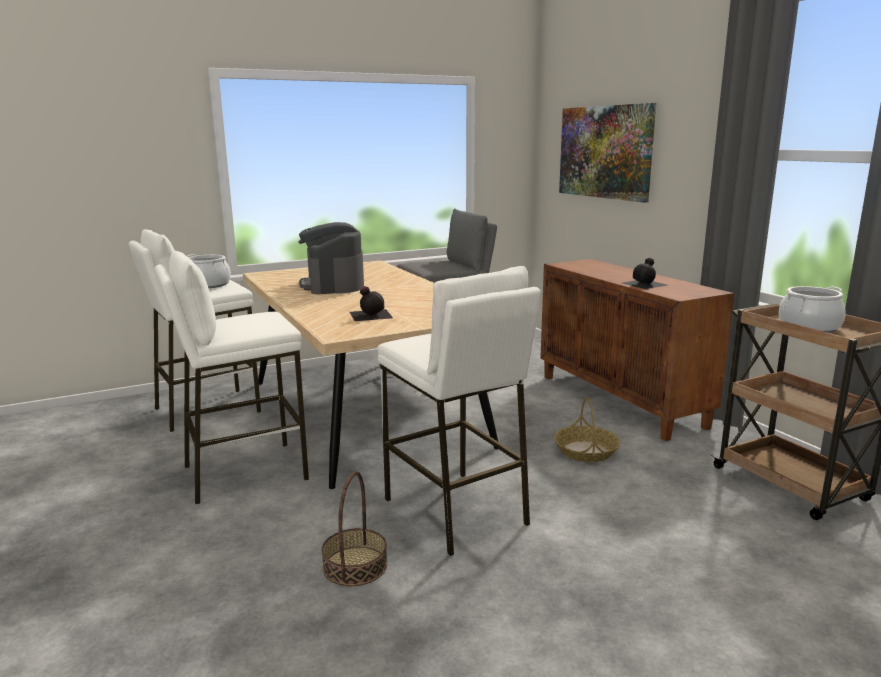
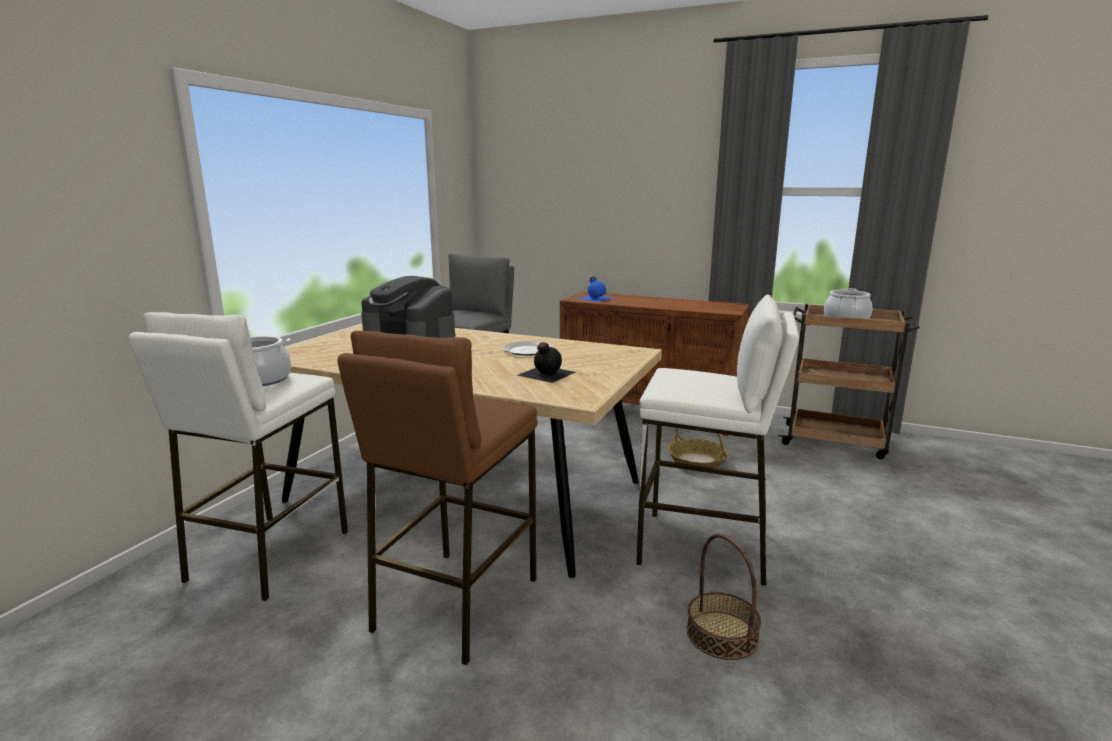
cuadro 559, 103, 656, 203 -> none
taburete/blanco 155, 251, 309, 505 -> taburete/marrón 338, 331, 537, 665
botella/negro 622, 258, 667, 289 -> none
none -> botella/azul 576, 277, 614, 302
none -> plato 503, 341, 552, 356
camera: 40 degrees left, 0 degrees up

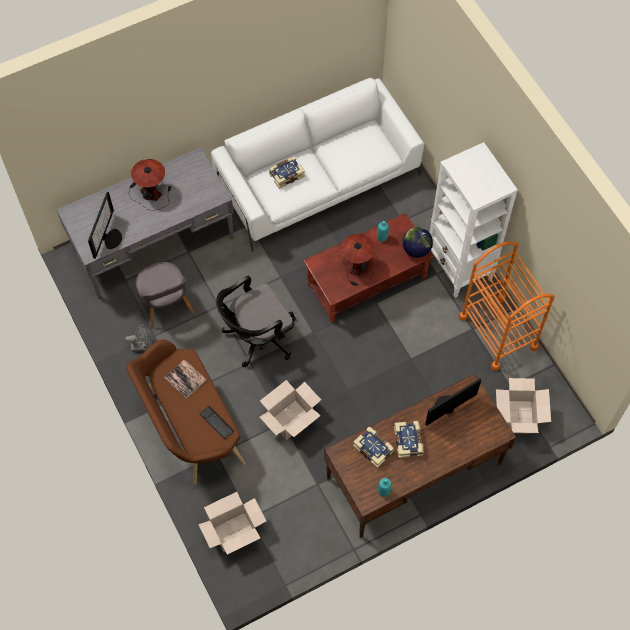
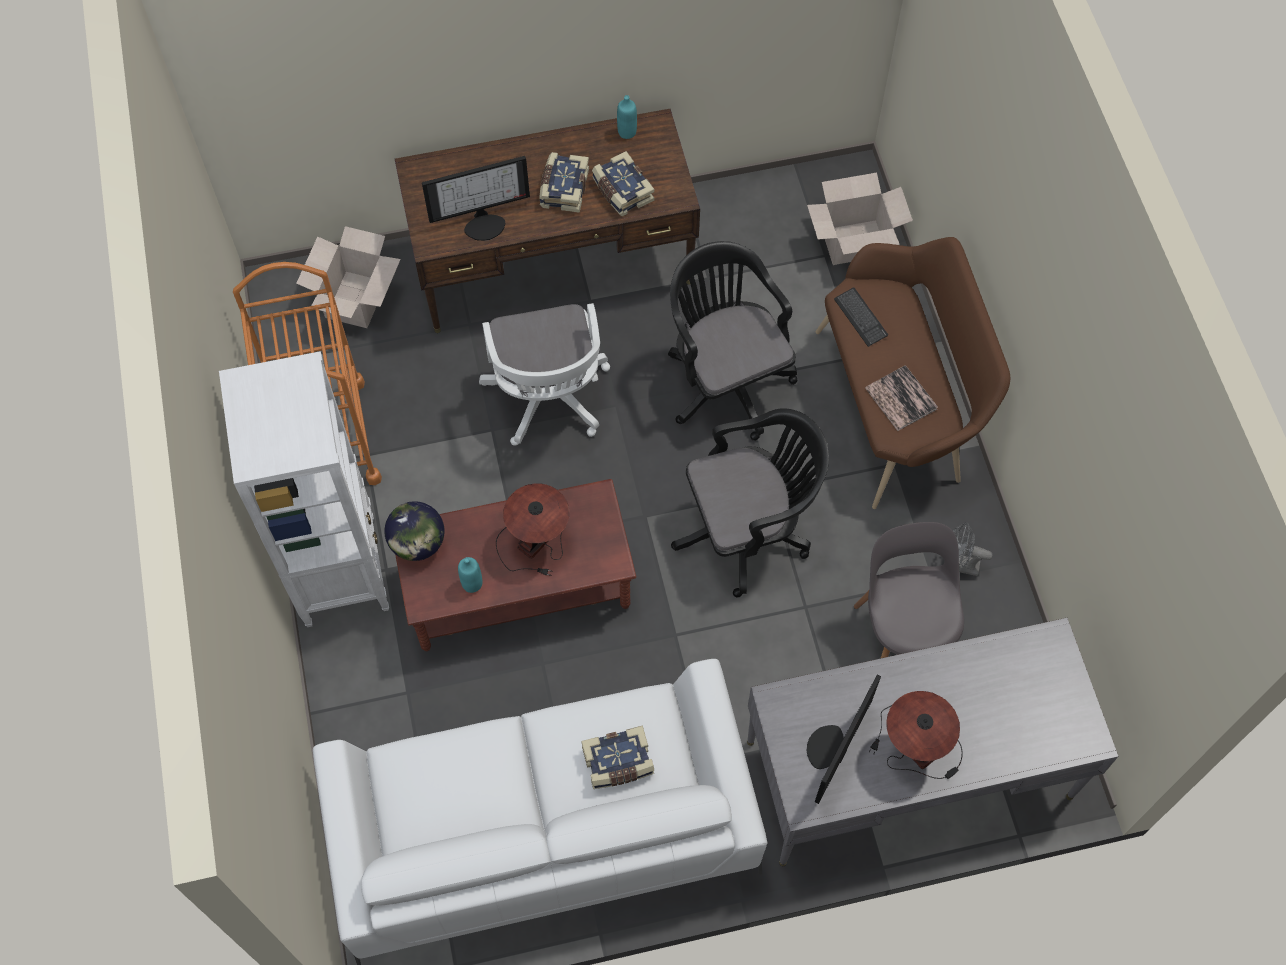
monitor 88, 192, 122, 259 -> monitor 807, 675, 881, 804, shifted
caja de cartón 260, 380, 321, 440 -> silla de oficina/negro 668, 241, 798, 441
none -> silla de oficina/blanco 479, 303, 610, 446
camera: 165 degrees left, 0 degrees up

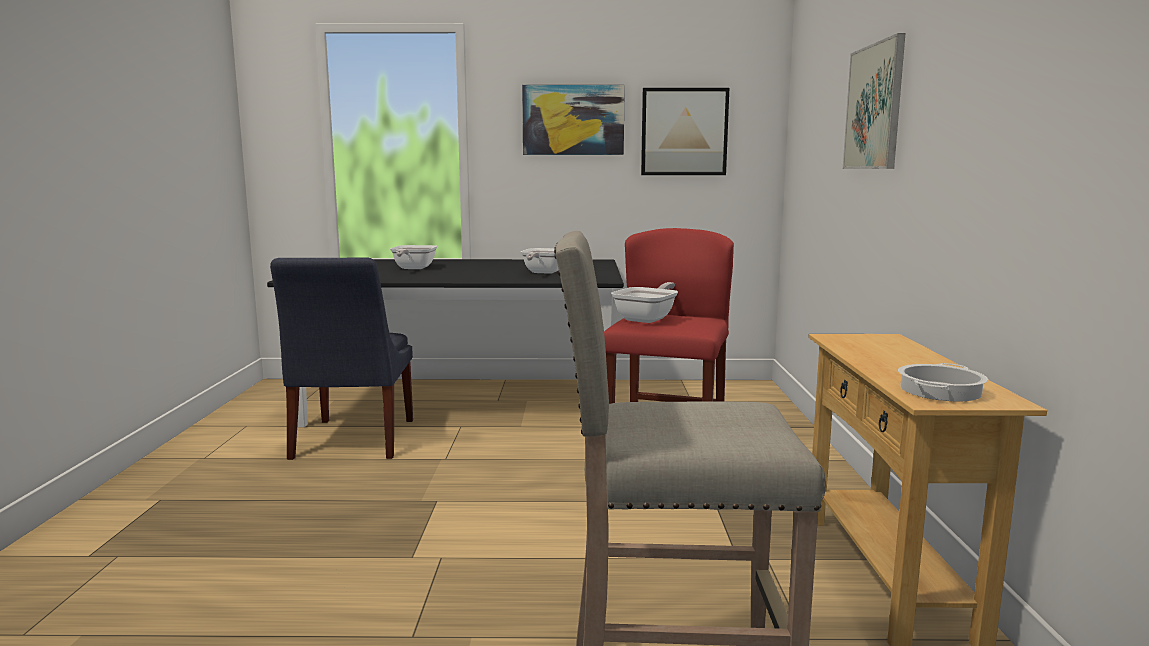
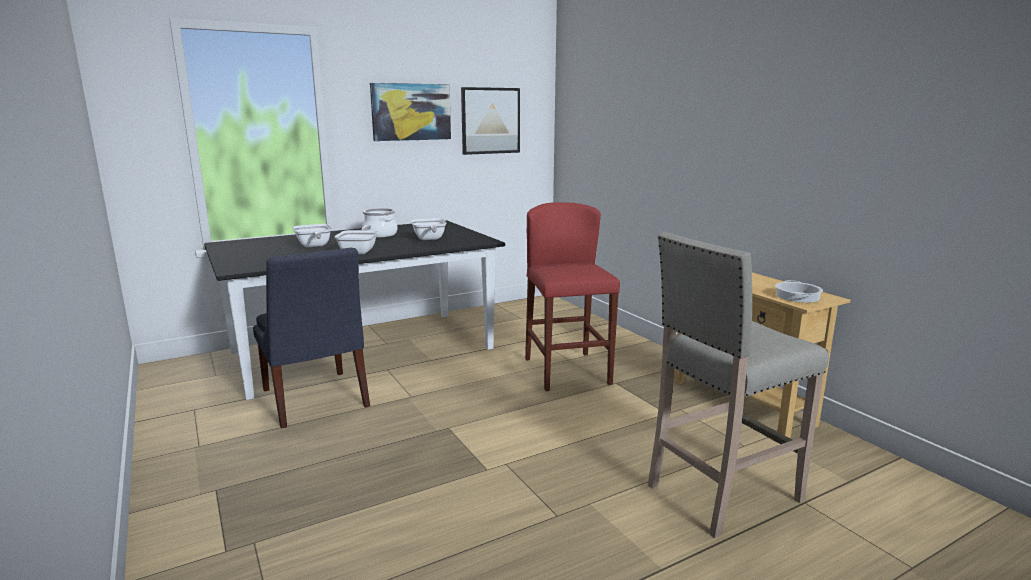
cuadro 843, 33, 905, 169 -> none
sartén 611, 282, 678, 323 -> sartén 335, 225, 378, 254, shifted
none -> olla 362, 208, 397, 238
camera: 30 degrees left, 5 degrees up

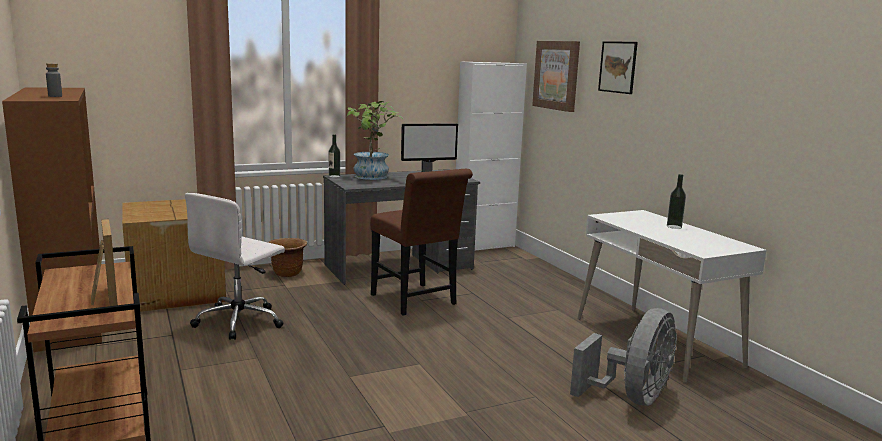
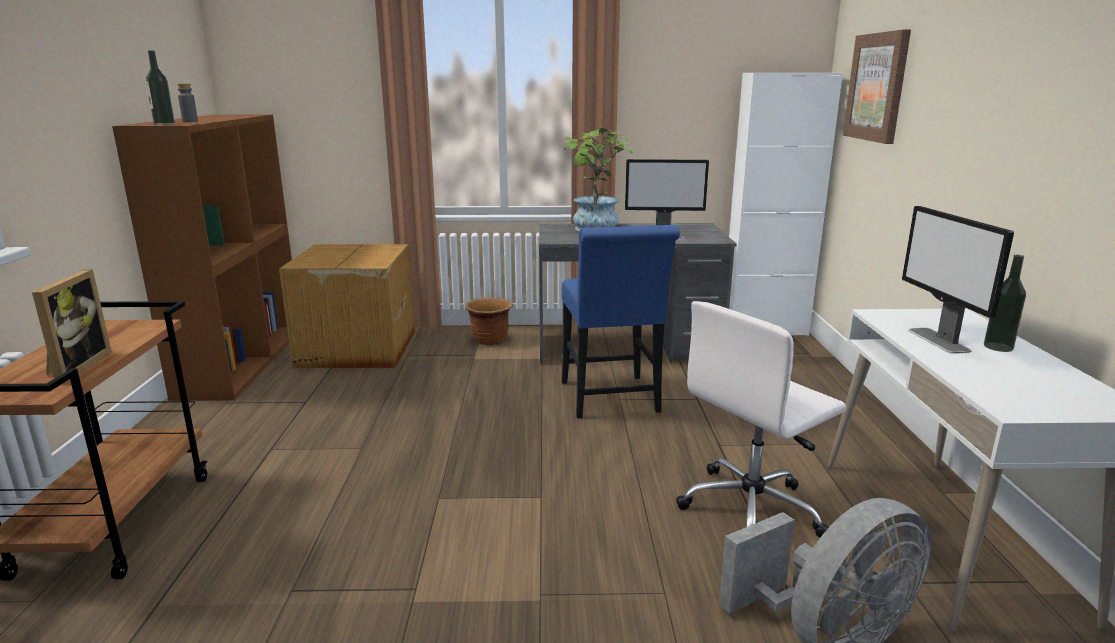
cuadro 598, 41, 638, 94 -> none
botella 329, 135, 340, 178 -> botella 146, 50, 175, 125, shifted
silla/marrón 370, 169, 473, 316 -> silla/azul 562, 225, 680, 418
silla de oficina/blanco 185, 193, 285, 340 -> silla de oficina/blanco 676, 301, 846, 538, shifted
none -> monitor 902, 206, 1014, 354
camera: 25 degrees right, 5 degrees up

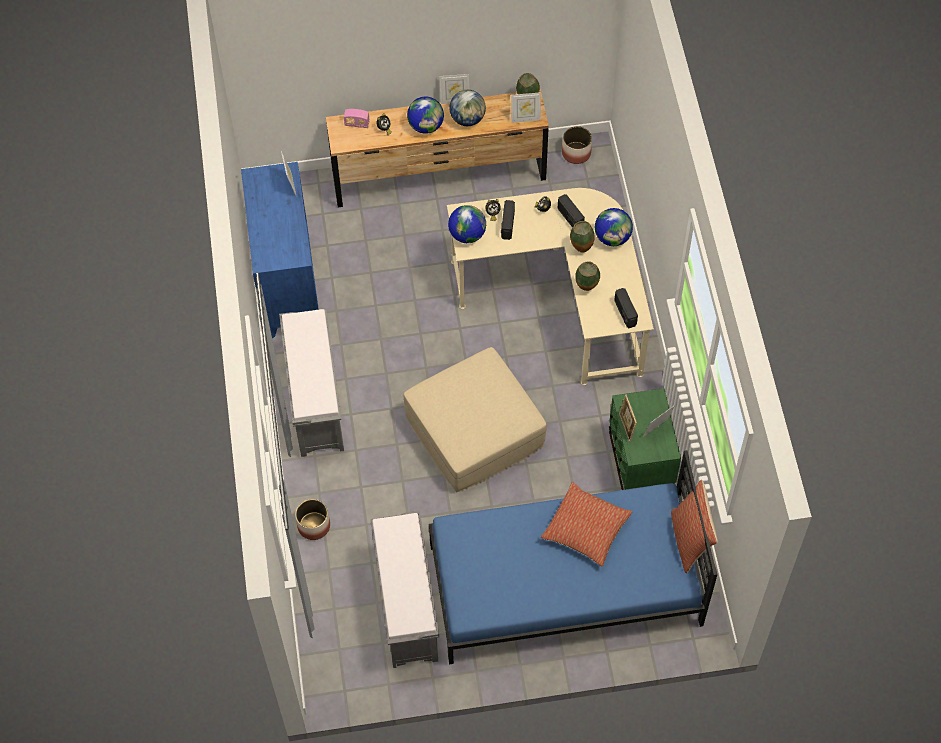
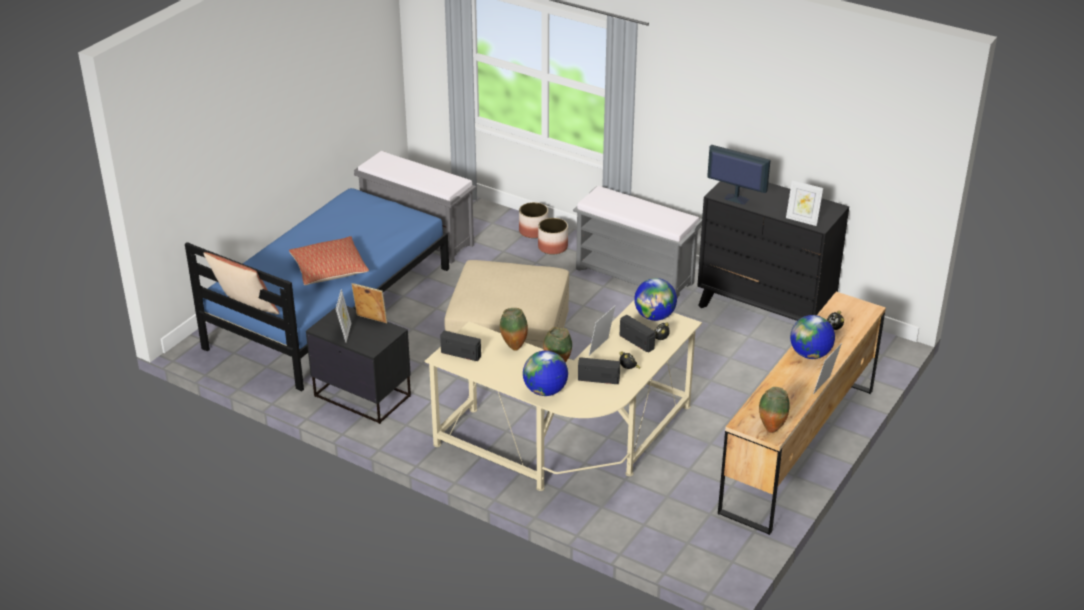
globo terráqueo 449, 90, 486, 126 -> none
portarretratos 511, 92, 541, 123 -> portarretratos 589, 306, 615, 355, shifted
radio 344, 109, 370, 128 -> none
maceta 562, 126, 592, 164 -> maceta 538, 218, 568, 254, shifted
cómoda/azul 241, 162, 319, 339 -> cómoda/negro 697, 181, 849, 321
mesita de noche/verde 609, 388, 681, 490 -> mesita de noche/negro 306, 306, 411, 424
none -> monitor 707, 145, 771, 204
camera: 130 degrees right, 25 degrees down

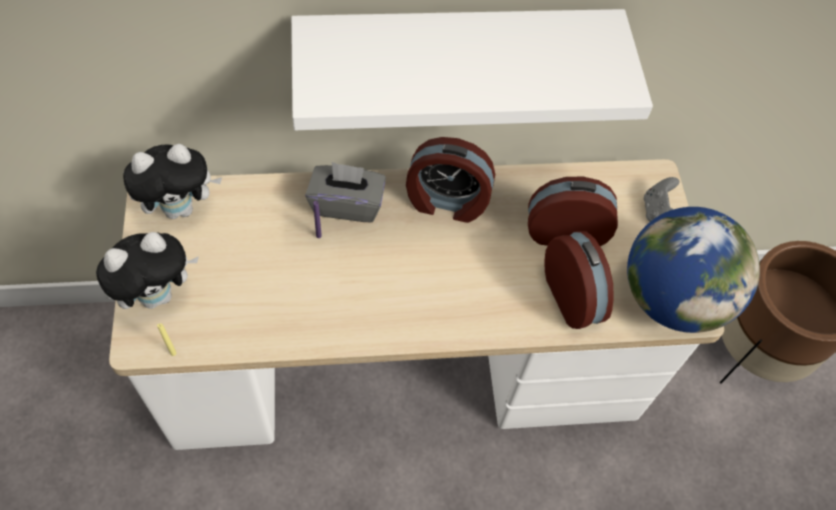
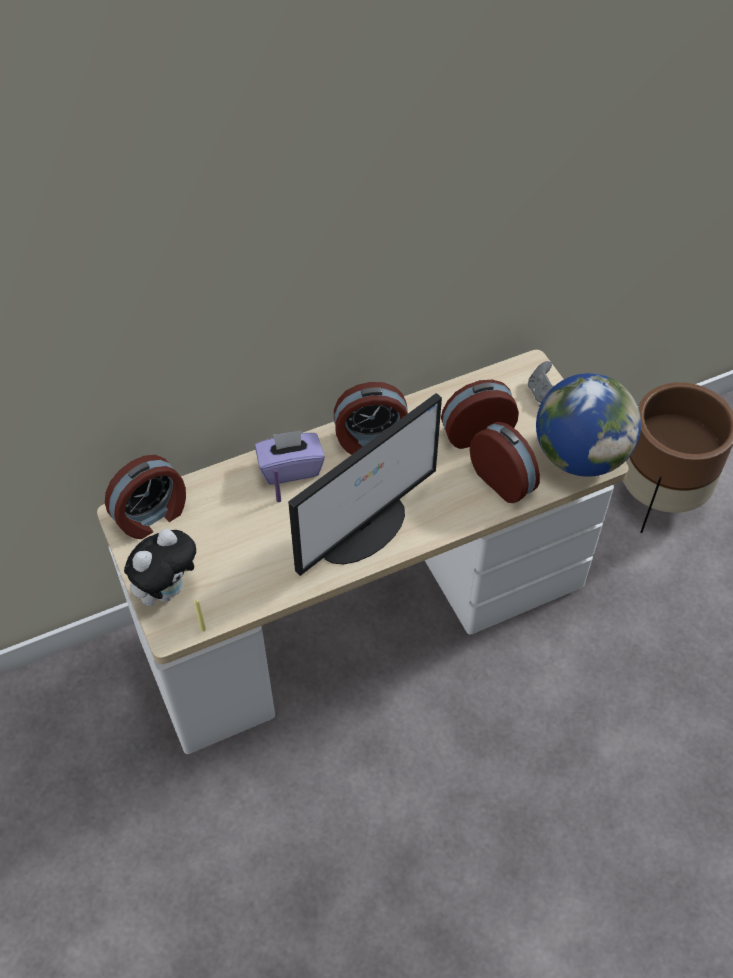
estante/blanco 291, 9, 653, 130 -> none
peluche 123, 144, 222, 219 -> despertador 105, 455, 186, 539
caja de pañuelos/gris 305, 162, 386, 222 -> caja de pañuelos/morado 255, 431, 325, 485
none -> monitor 288, 393, 442, 576
camera: 15 degrees left, 5 degrees down

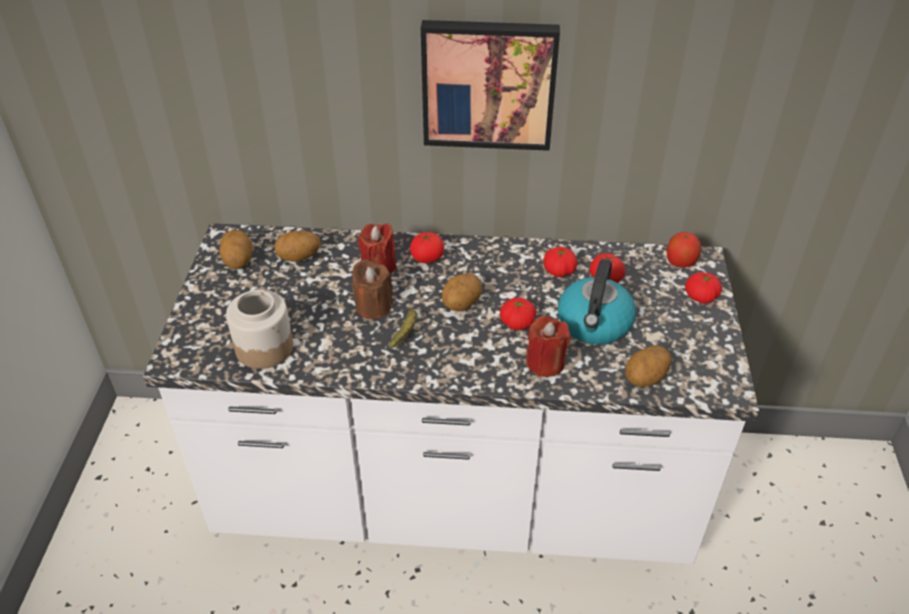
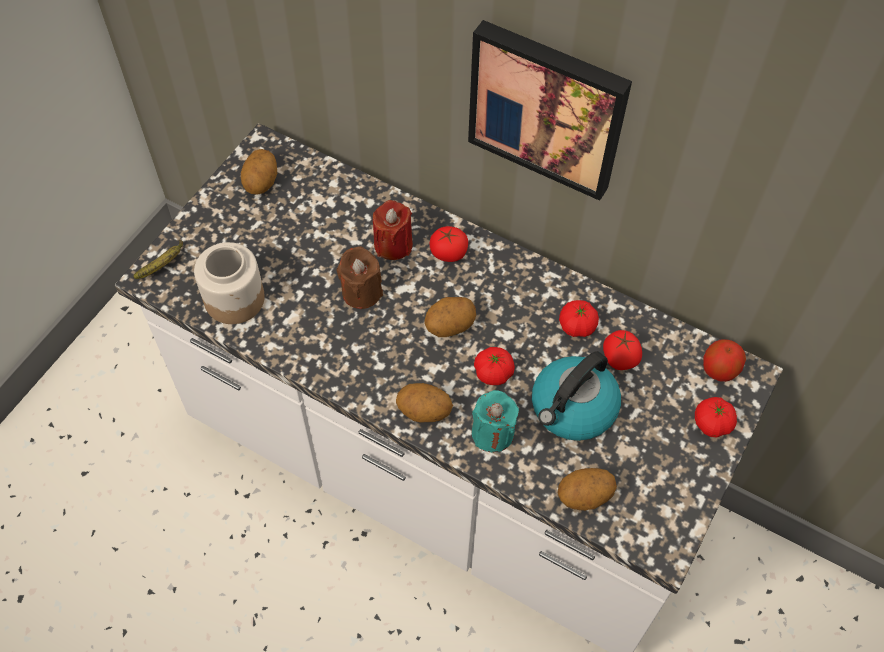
patata 275, 231, 320, 262 -> patata 396, 383, 453, 423, shifted
plátano 389, 308, 417, 348 -> plátano 133, 240, 183, 279, shifted
vela/rojo 526, 316, 570, 377 -> vela/turquesa 472, 390, 519, 452
camera: 25 degrees right, 15 degrees up

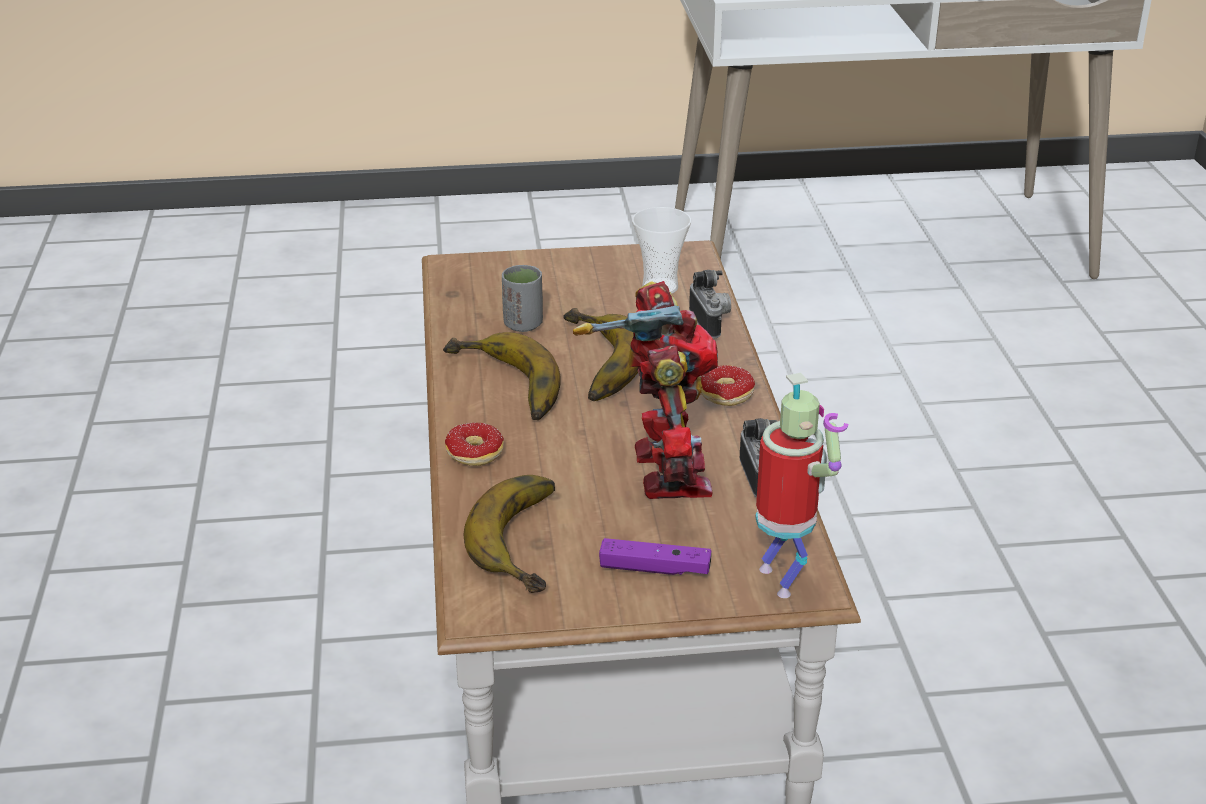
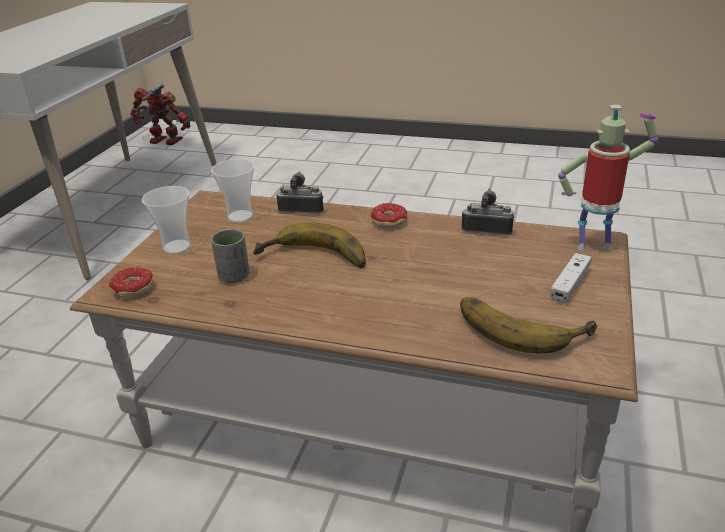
robot de juguete 573, 281, 718, 499 -> robot de juguete 130, 84, 190, 145, shifted
plátano 443, 332, 561, 420 -> none
rosquilla 445, 422, 504, 466 -> rosquilla 109, 267, 154, 298, shifted
mando de consola/morado 599, 538, 712, 575 -> mando de consola/blanco 550, 253, 592, 303
none -> taza 142, 186, 191, 255
camera: 65 degrees left, 0 degrees up

